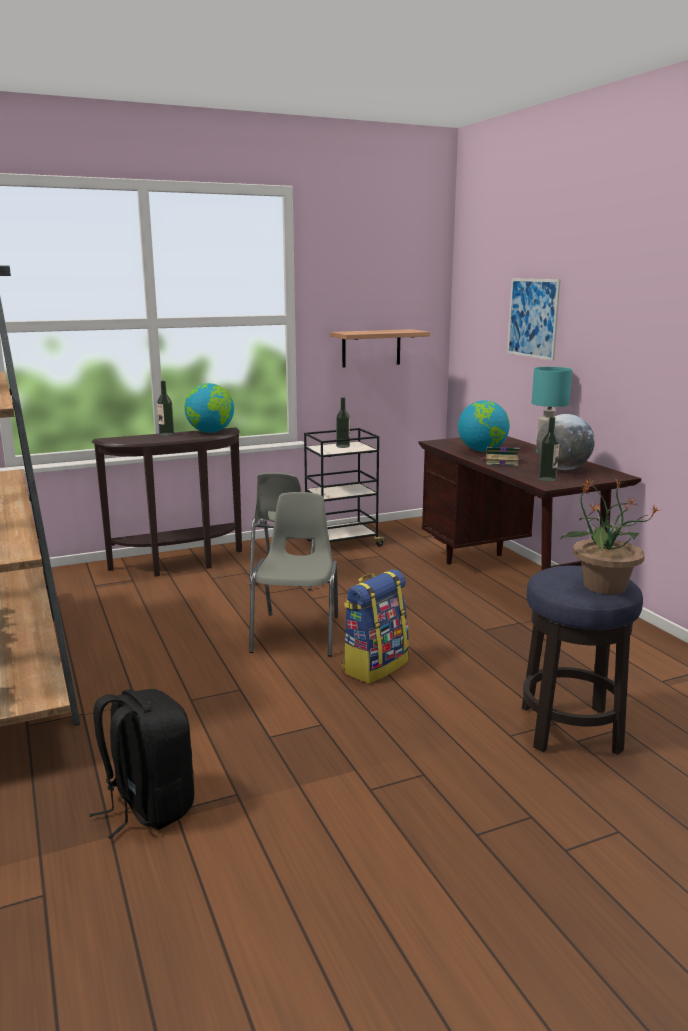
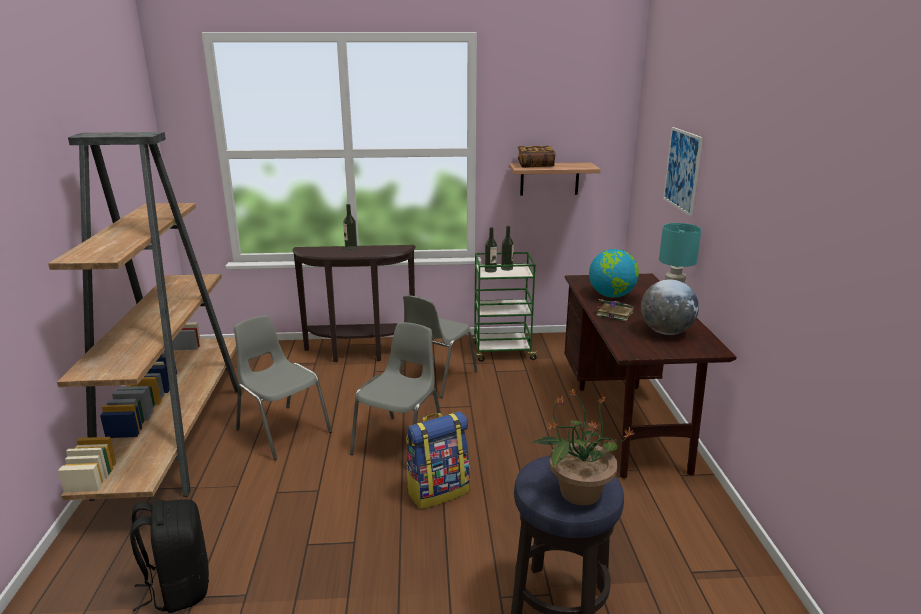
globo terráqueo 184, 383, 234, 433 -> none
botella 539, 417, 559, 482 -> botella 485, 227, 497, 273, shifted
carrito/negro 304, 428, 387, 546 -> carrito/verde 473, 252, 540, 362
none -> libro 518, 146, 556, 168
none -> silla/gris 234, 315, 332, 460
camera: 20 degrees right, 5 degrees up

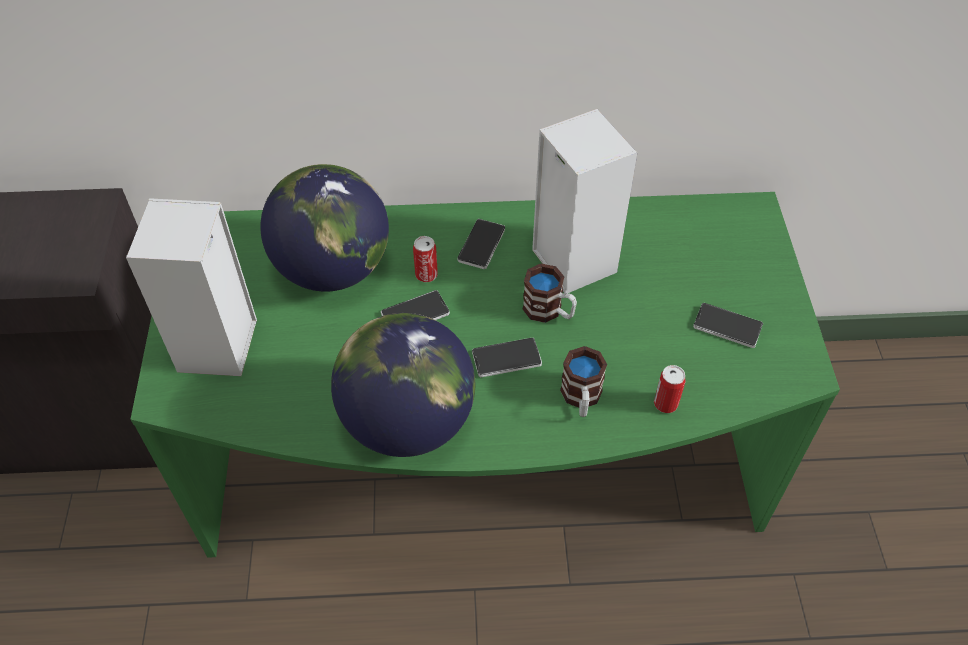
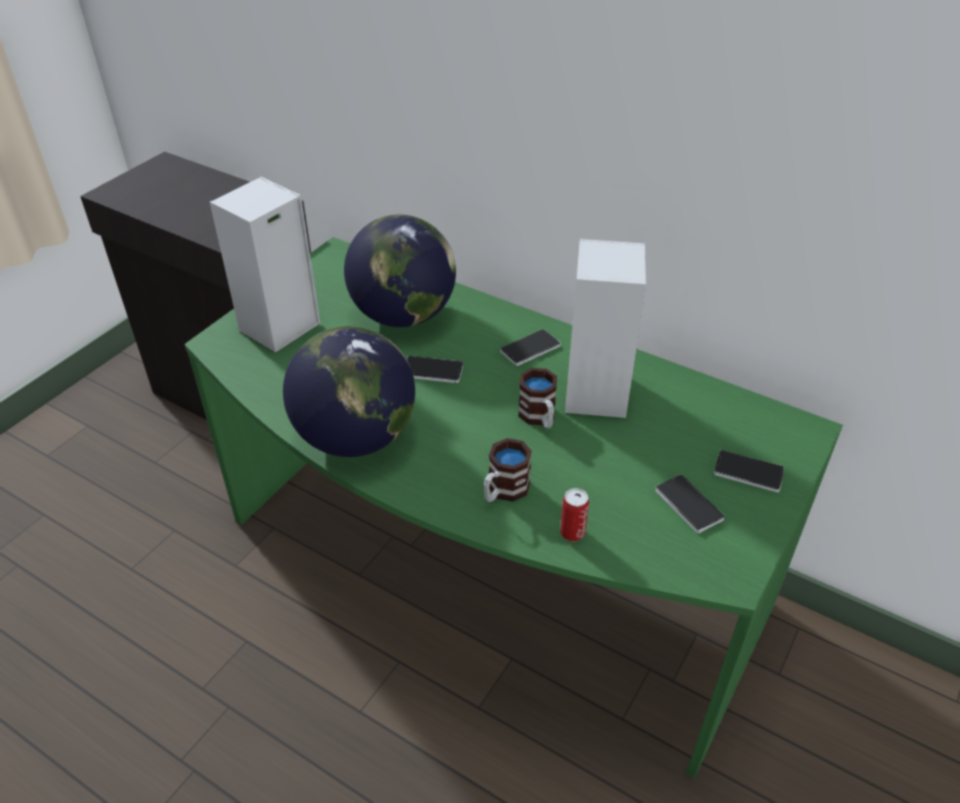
lata 413, 236, 438, 282 -> none
móvil 472, 338, 542, 377 -> móvil 713, 450, 785, 492, shifted
camera: 35 degrees right, 10 degrees down

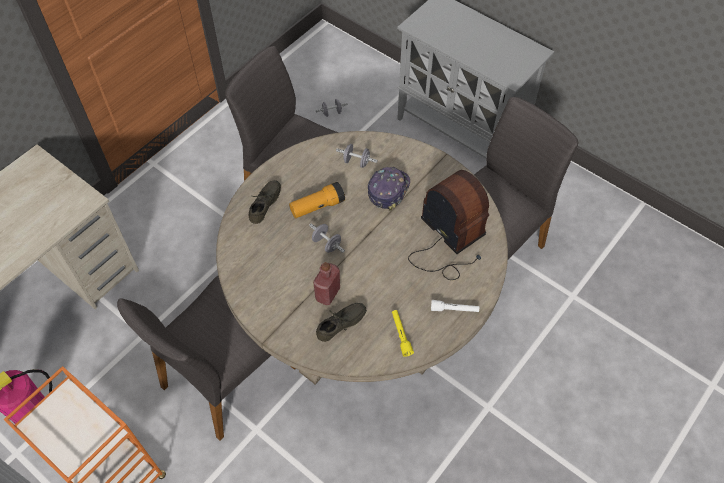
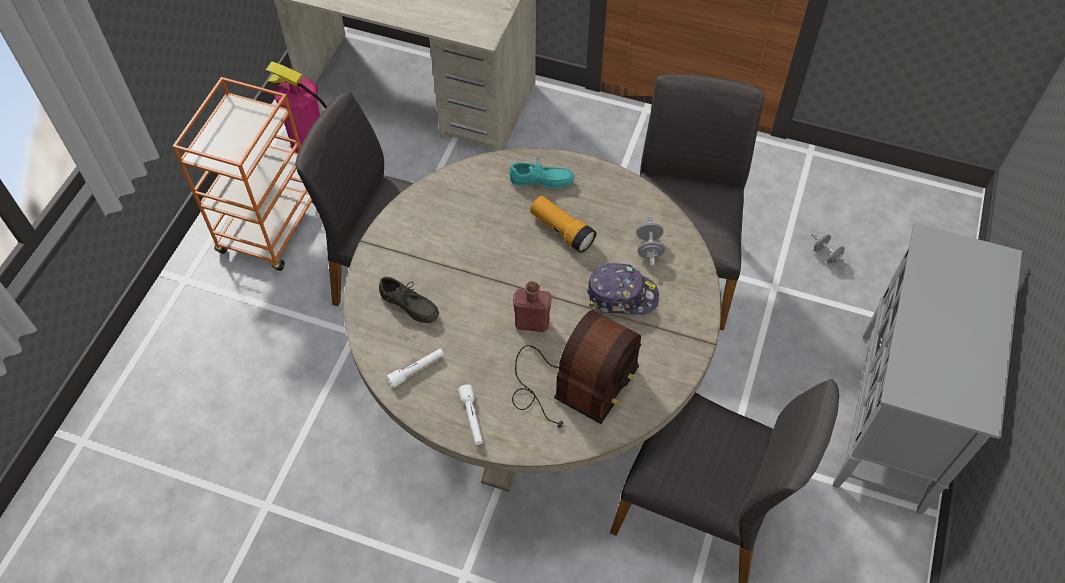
zapato/gris 249, 180, 281, 224 -> zapato/turquesa 510, 158, 574, 189
mancuerna/gris 309, 224, 345, 253 -> none
botella/rojo 313, 262, 340, 305 -> botella/rojo 513, 281, 552, 332, shifted
linterna/amarillo 392, 310, 414, 357 -> linterna/blanco 386, 348, 444, 388
camera: 70 degrees right, 0 degrees up

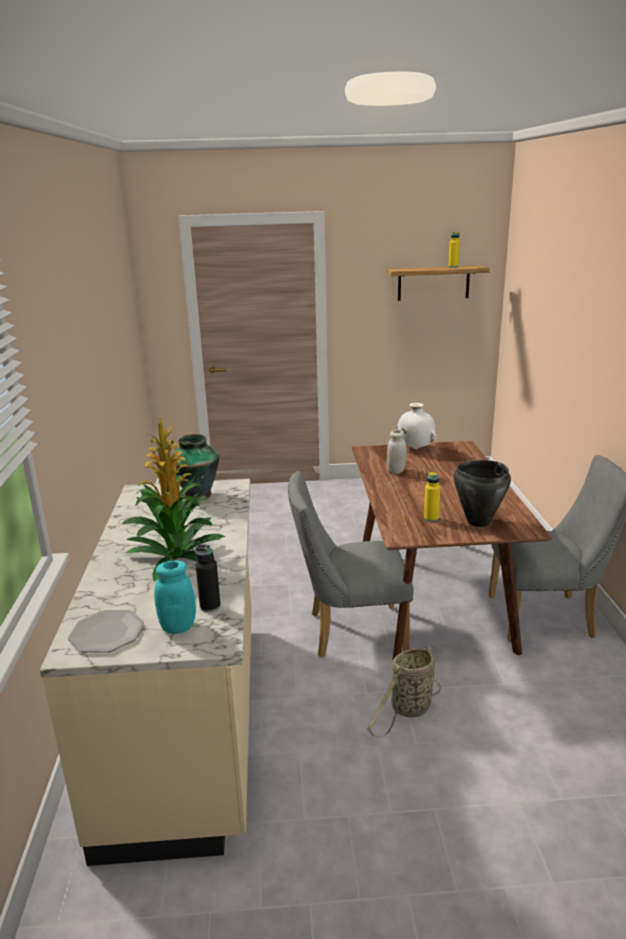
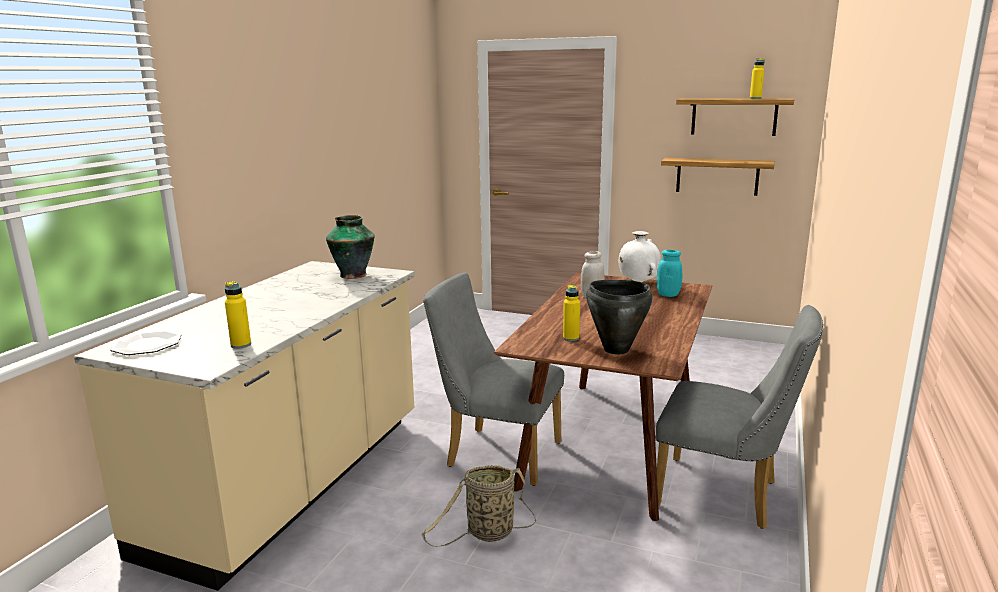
planta en maceta 122, 418, 225, 581 -> none
botella/negro 195, 544, 221, 612 -> botella/amarillo 225, 281, 251, 349
tarro/turquesa 154, 560, 196, 634 -> tarro/turquesa 657, 250, 682, 297, shifted
none -> estante 661, 158, 775, 196
camera: 25 degrees right, 5 degrees down

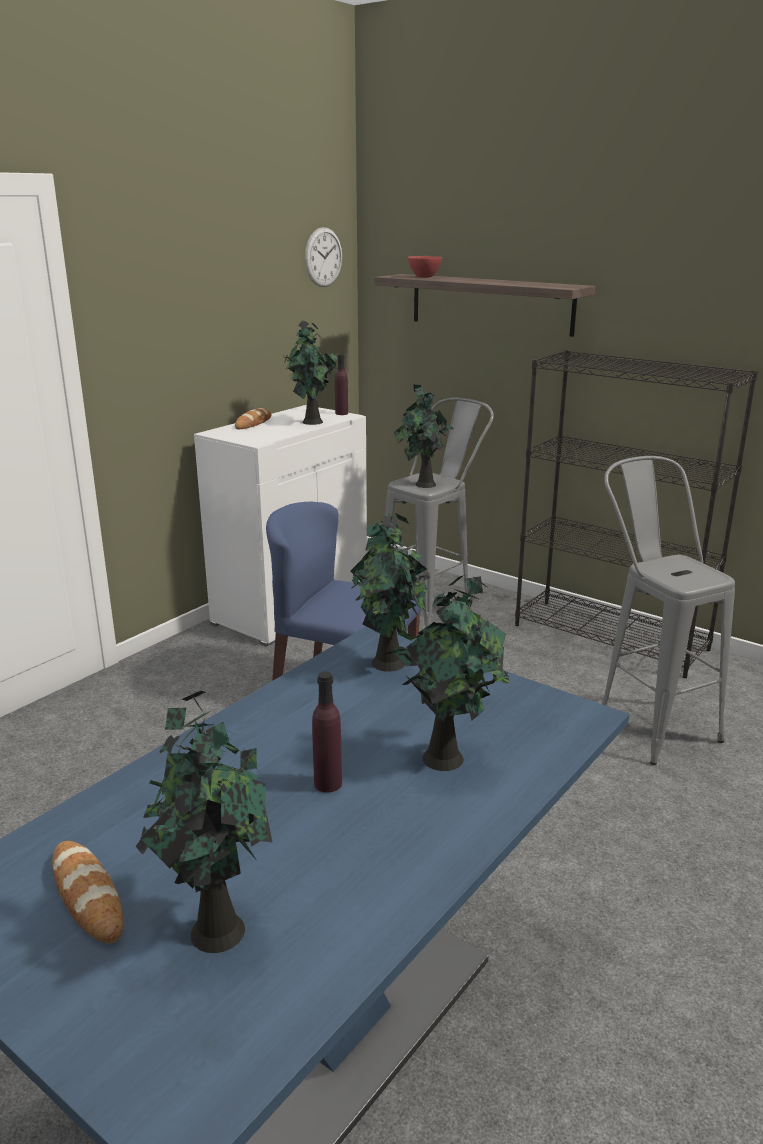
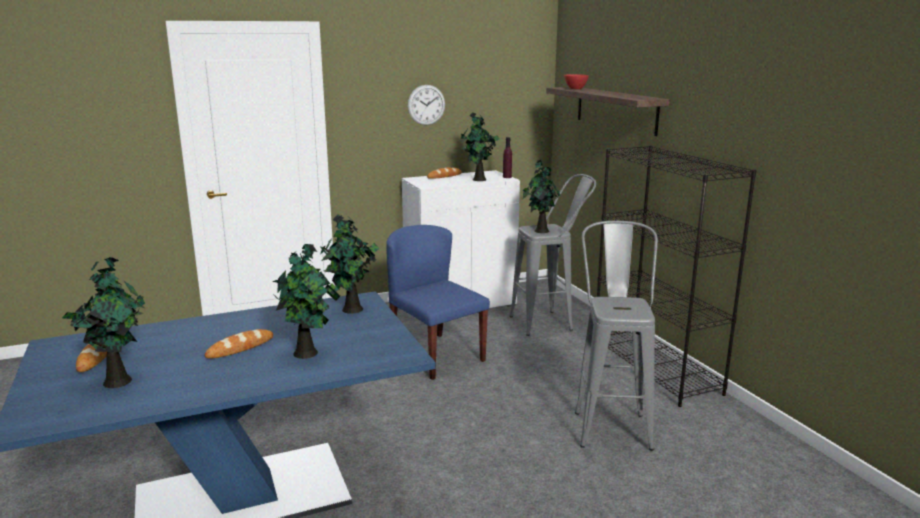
reloj de pared 305, 227, 342, 287 -> reloj de pared 408, 85, 445, 125, shifted
botella/morado 312, 672, 342, 793 -> pan 205, 329, 273, 359
camera: 30 degrees right, 5 degrees down

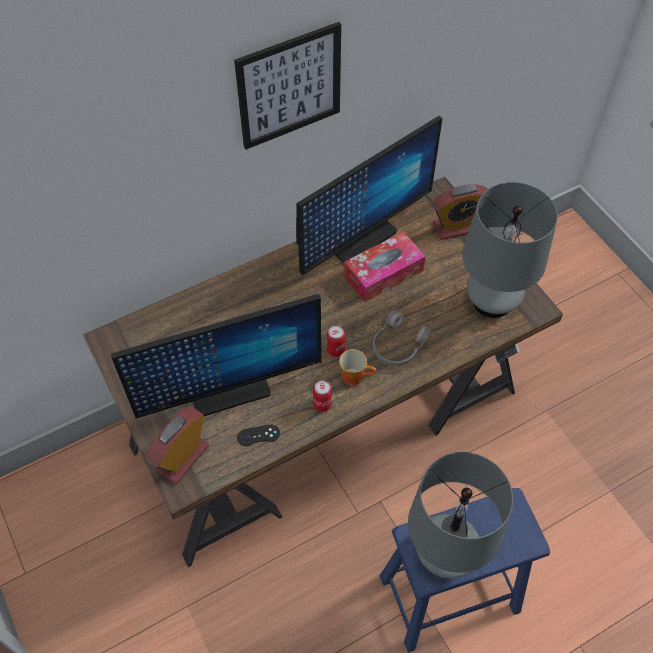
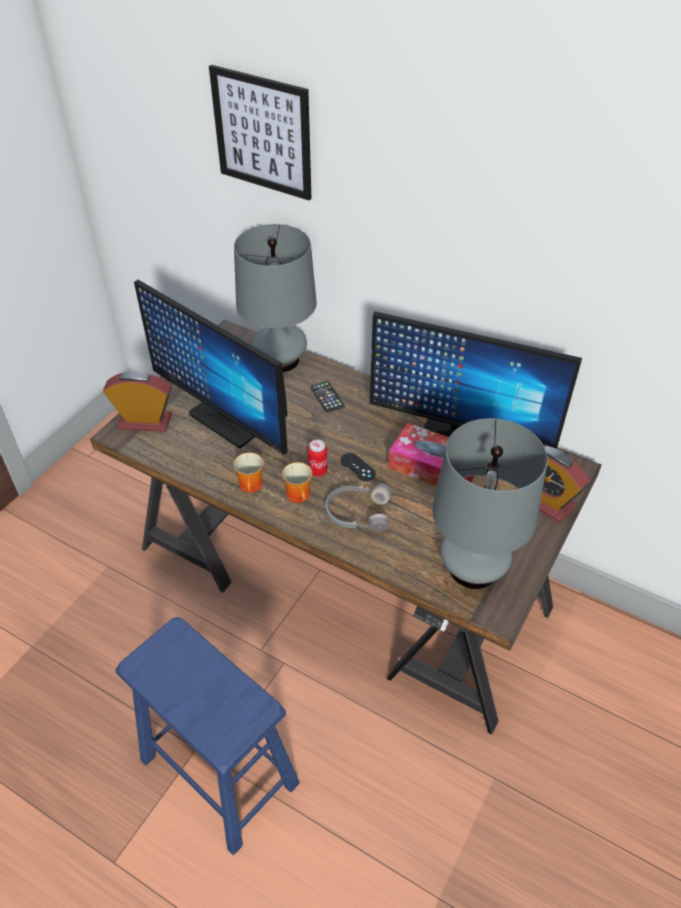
cuadro 234, 22, 341, 150 -> cuadro 209, 65, 311, 200, shifted
lata 313, 380, 332, 412 -> taza grande 234, 453, 264, 493
mando de consola/negro 237, 424, 280, 446 -> mando de consola/negro 341, 453, 376, 481, shifted
lámpara de mesa/gris 408, 452, 513, 579 -> lámpara de mesa/gris 234, 224, 317, 372, shifted
none -> móvil 311, 381, 345, 413
camera: 60 degrees right, 10 degrees down

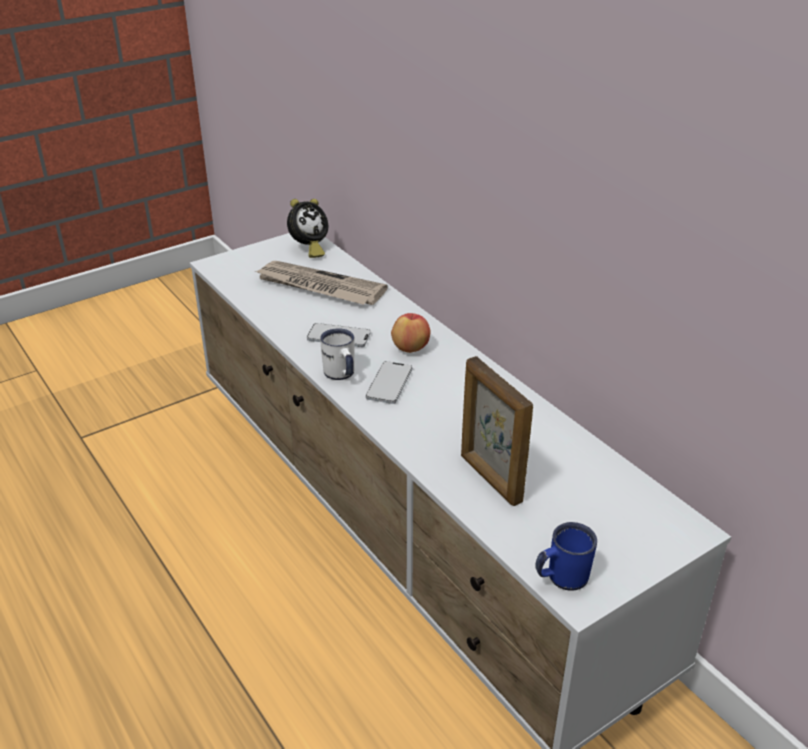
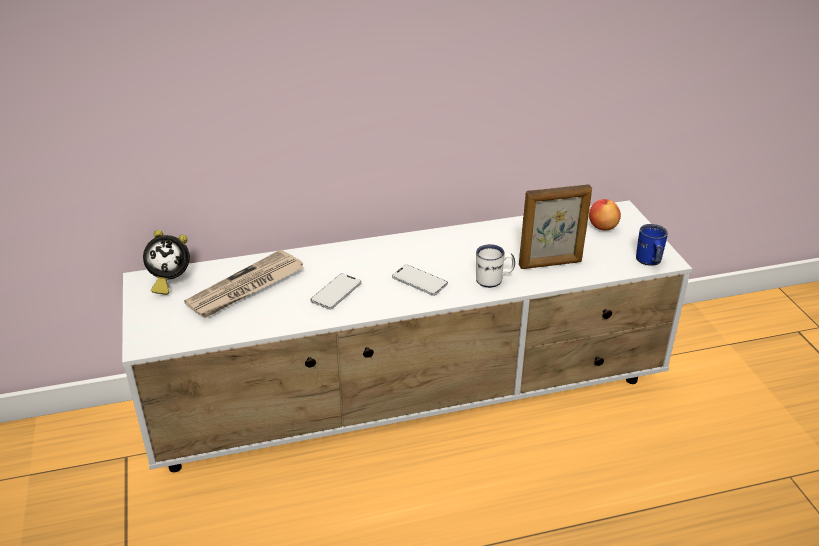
despertador 287, 199, 328, 258 -> despertador 143, 230, 190, 295, 105 degrees clockwise
manzana 391, 313, 431, 353 -> manzana 589, 199, 621, 230, shifted
taza grande/blanco 320, 328, 355, 380 -> taza grande/blanco 476, 244, 515, 288, shifted
camera: 70 degrees left, 0 degrees up

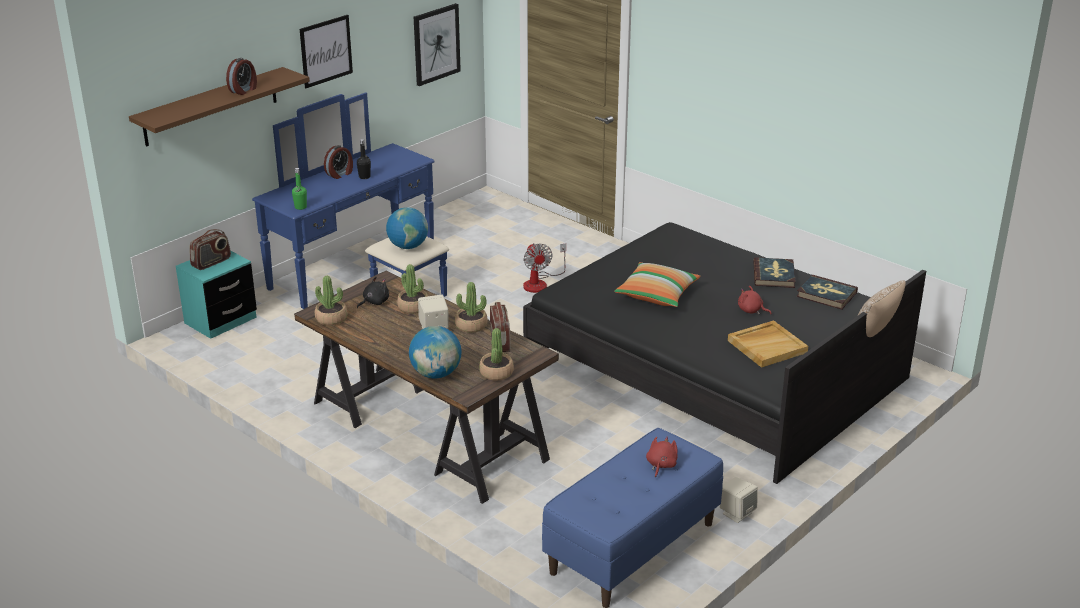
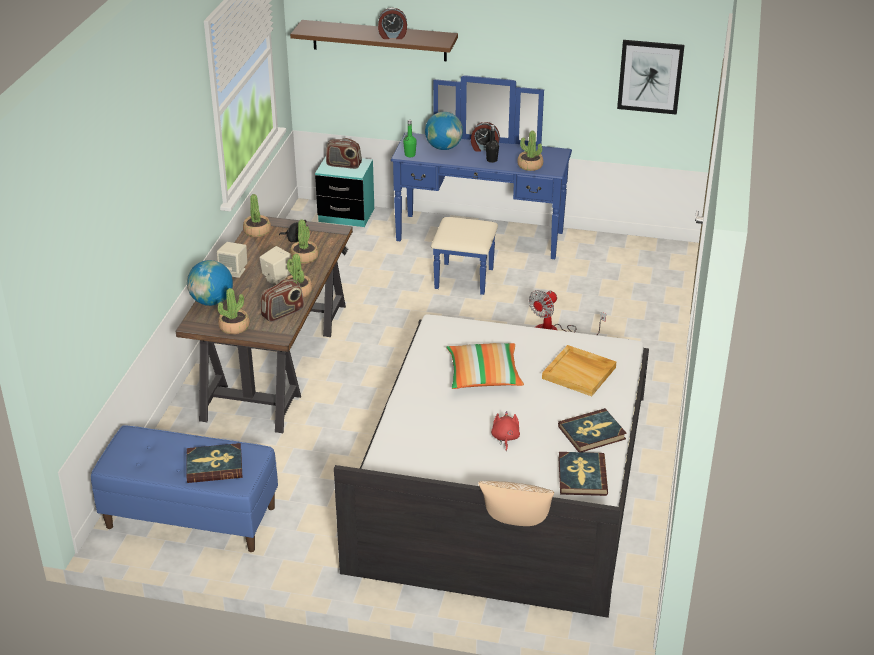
cuadro 300, 15, 353, 88 -> none
globo terráqueo 386, 207, 428, 249 -> globo terráqueo 425, 112, 463, 150, shifted
cama/negro 523, 222, 926, 484 -> cama/blanco 334, 314, 649, 618
bandeja/beis 728, 320, 808, 368 -> bandeja/beis 542, 345, 616, 396, shifted
peluche/rojo 646, 436, 678, 478 -> libro 186, 443, 243, 483
altavoz/beis 720, 477, 758, 523 -> altavoz/beis 217, 242, 247, 278, shifted
none -> planta en maceta 517, 131, 543, 171
camera: 60 degrees right, 5 degrees up

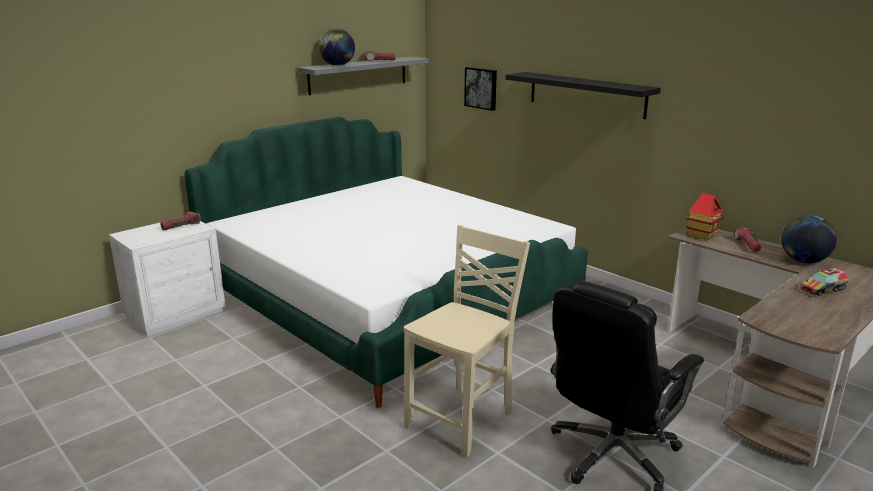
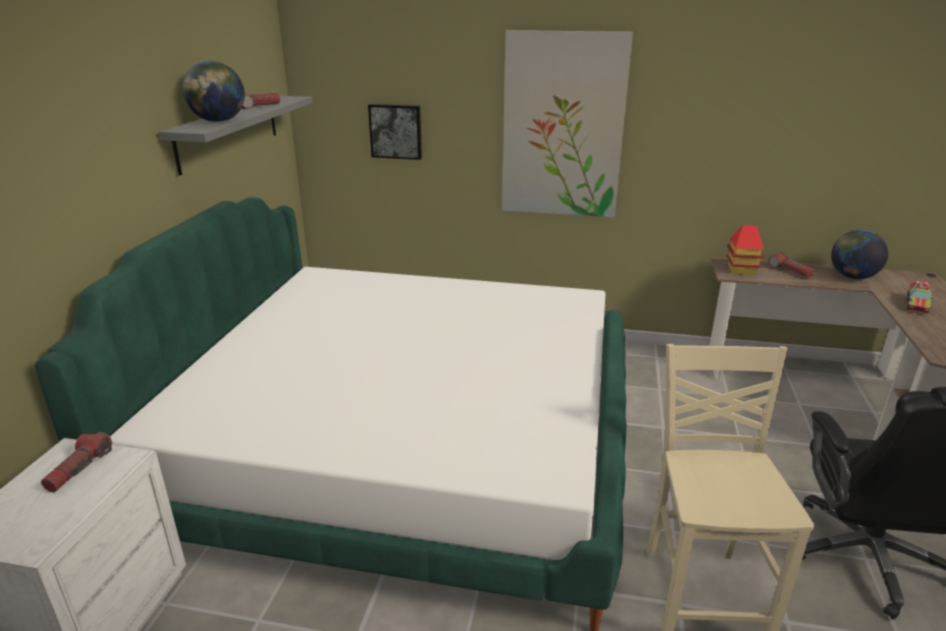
estante/negro 506, 72, 661, 119 -> cuadro 502, 30, 633, 217
camera: 35 degrees left, 5 degrees up

